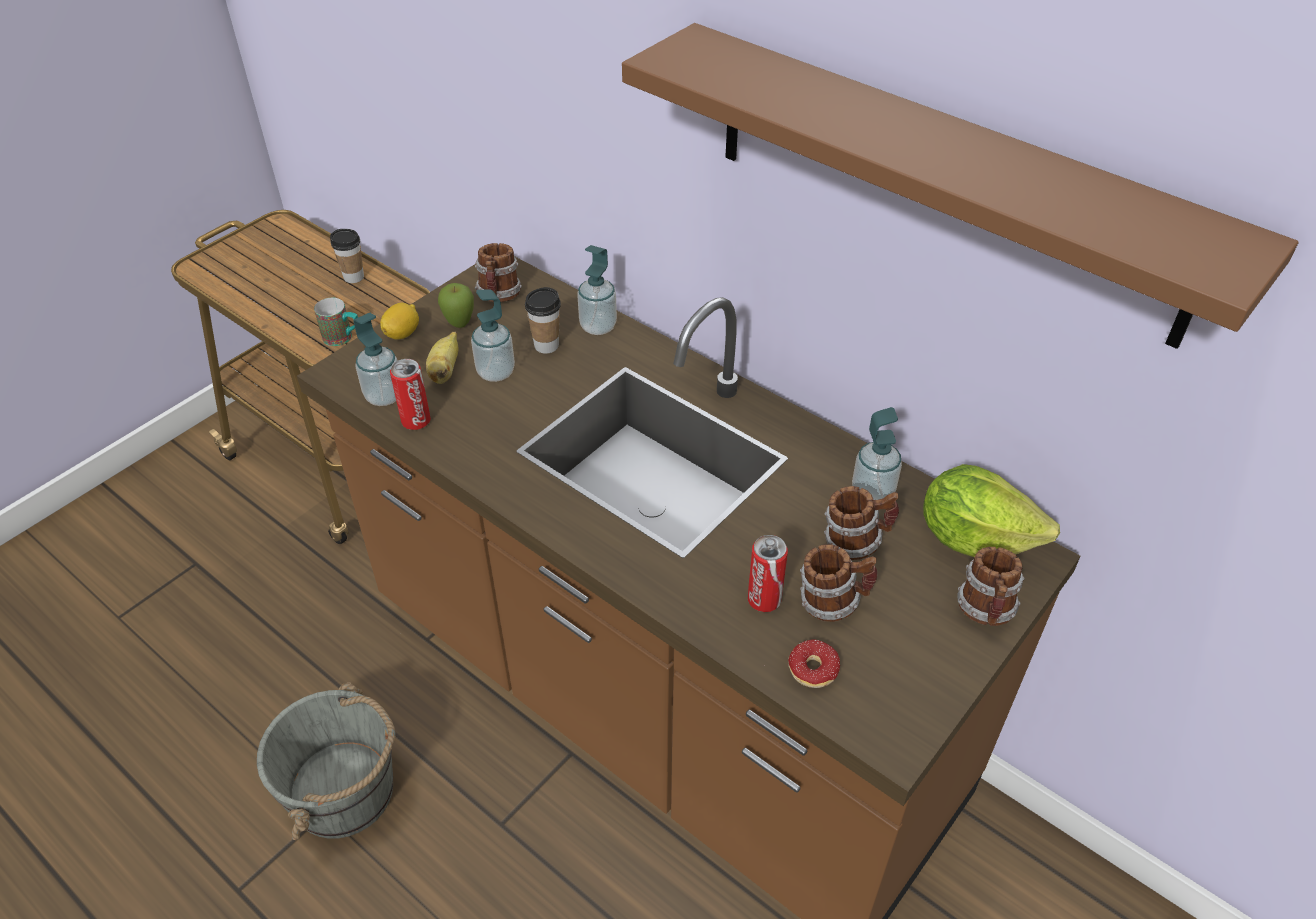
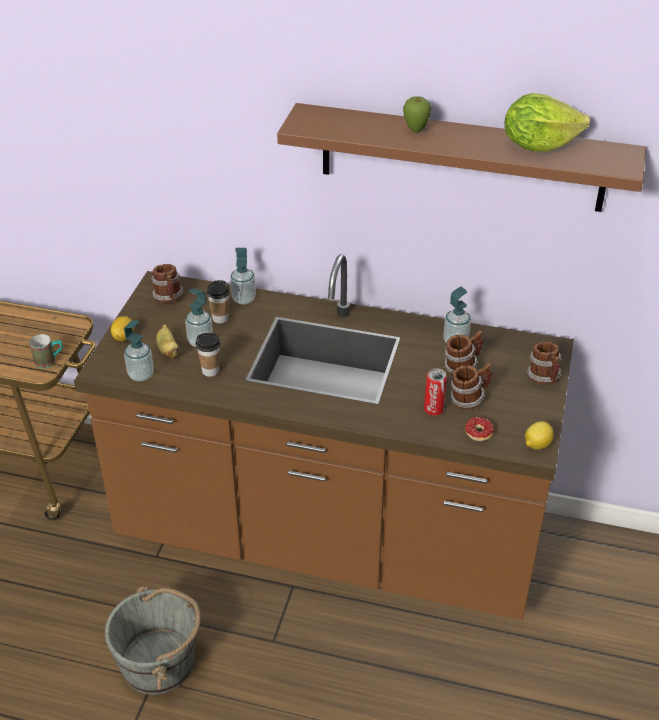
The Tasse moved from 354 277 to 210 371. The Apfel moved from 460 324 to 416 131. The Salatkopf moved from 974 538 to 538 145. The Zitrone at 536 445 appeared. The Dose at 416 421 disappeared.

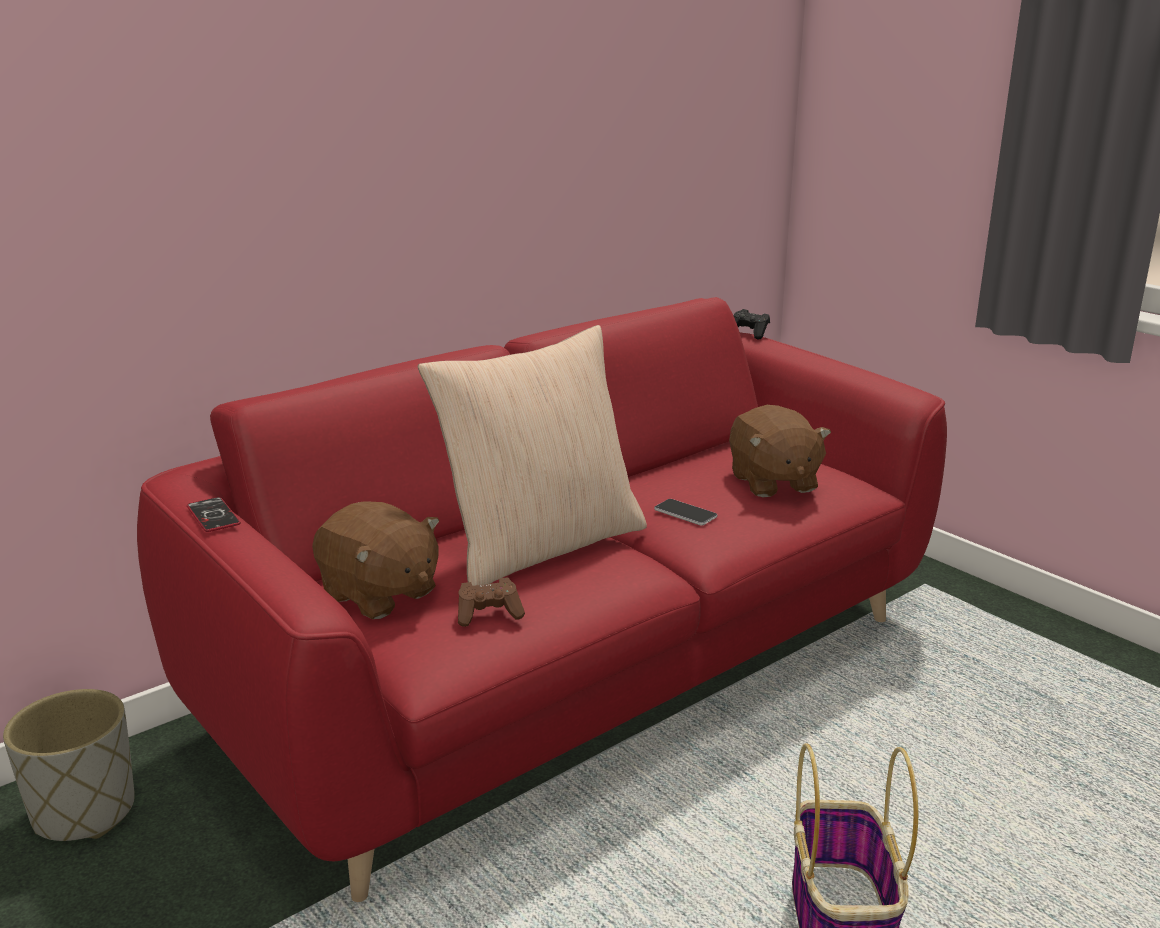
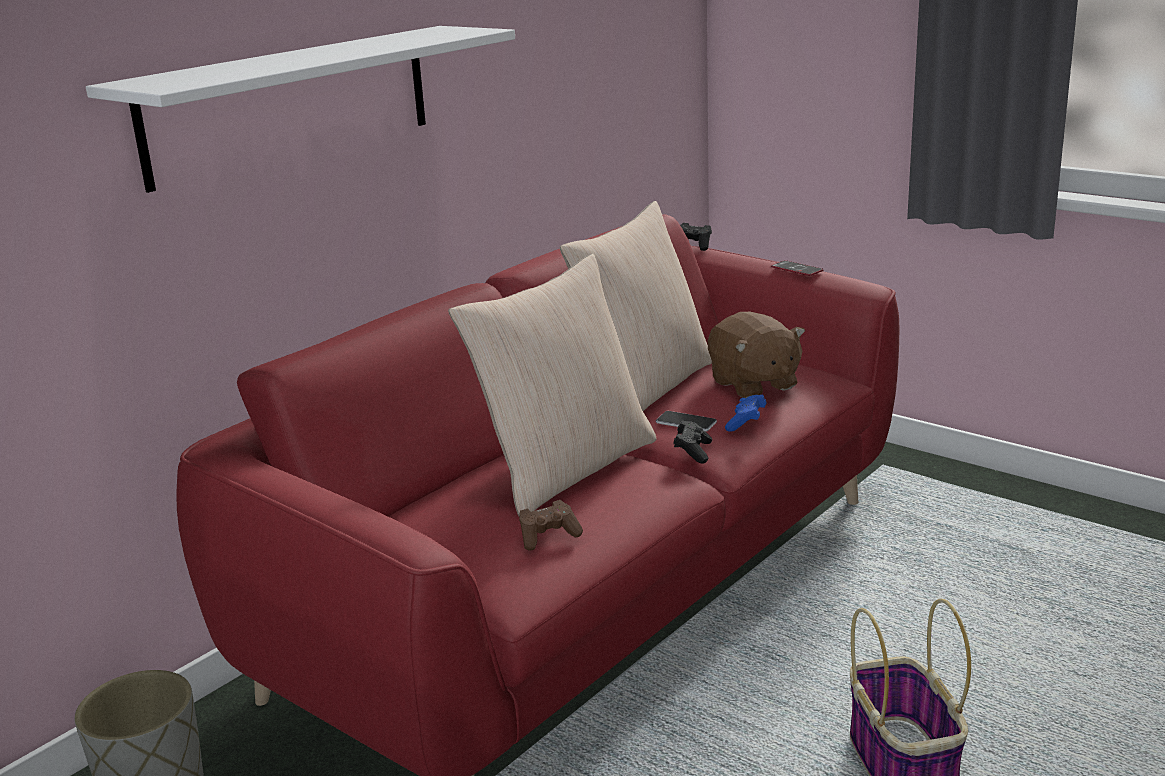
The Wandregal [weiß] at 291 104 appeared. The Kissen [beige] at 645 387 appeared. The Gamepad [schwarz] at 693 452 appeared. The Gamepad [blau] at 746 423 appeared. The Handy moved from 213 516 to 797 269. The Plüschtier [braun] at 379 594 disappeared.

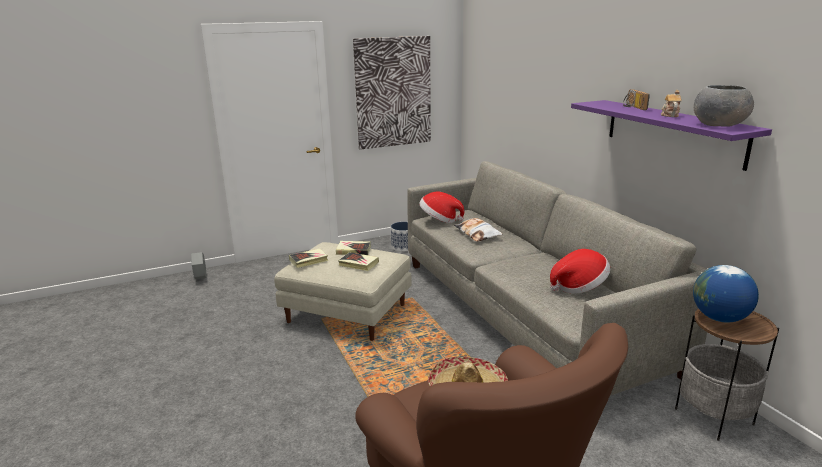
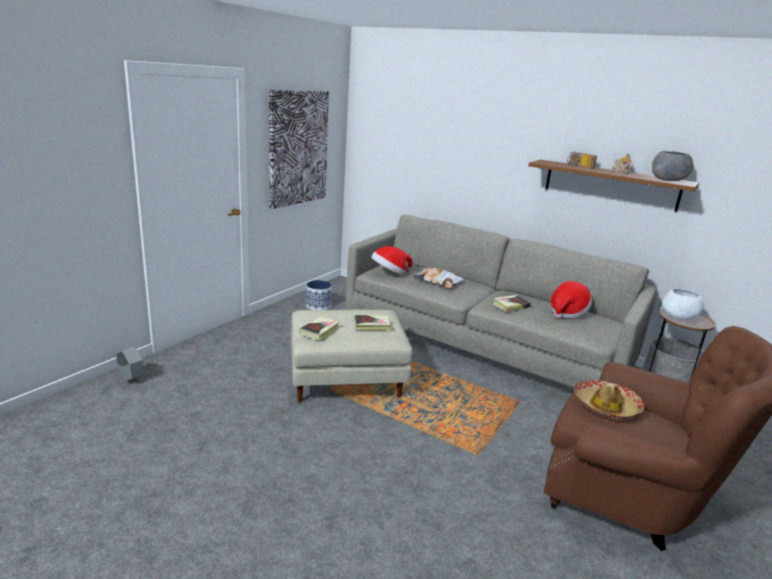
The Buch moved from 353 250 to 511 305. The Wandregal [lila] at 672 132 became the Wandregal [braun] at 610 185. The Globus at 719 318 was replaced by the Schüssel [weiß] at 678 317.

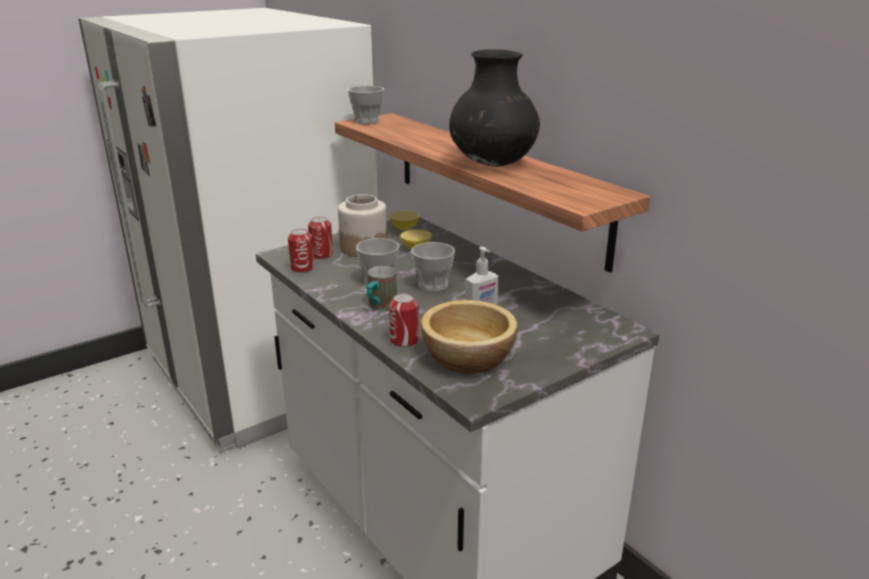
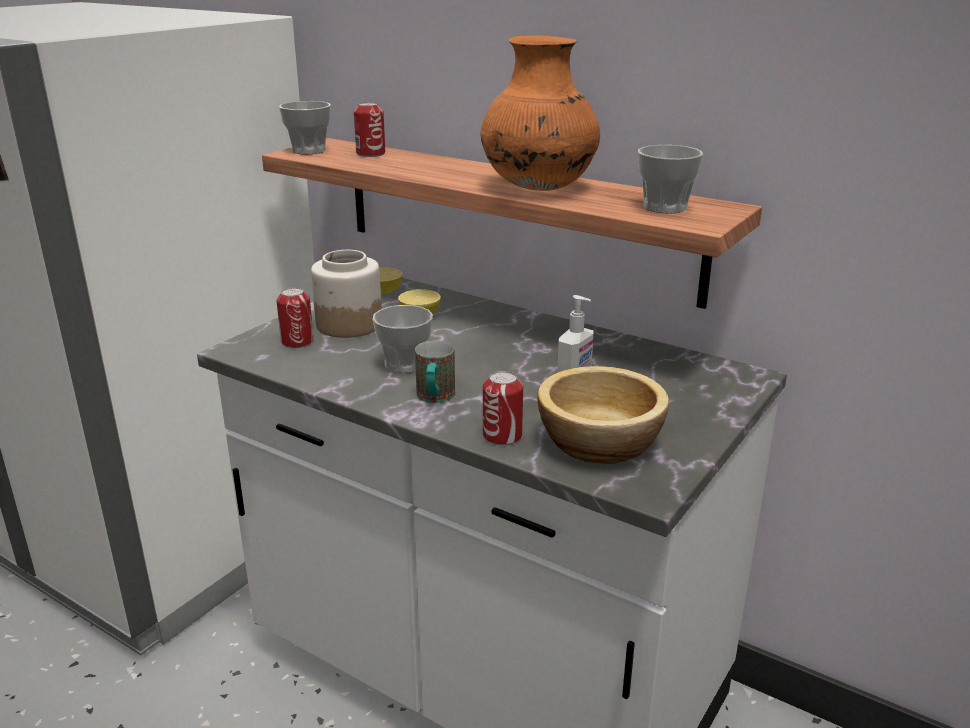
The Dose moved from 302 268 to 370 154. The Vase [schwarz] at 492 164 became the Vase [orange] at 538 188. The Tasse moved from 433 285 to 665 207.

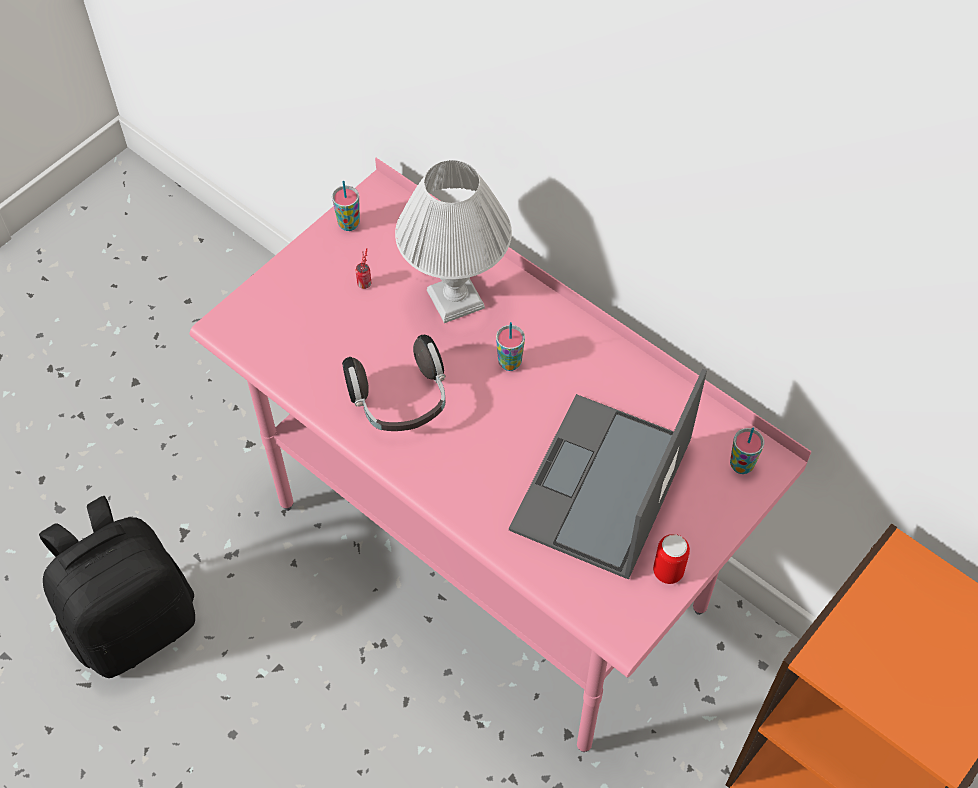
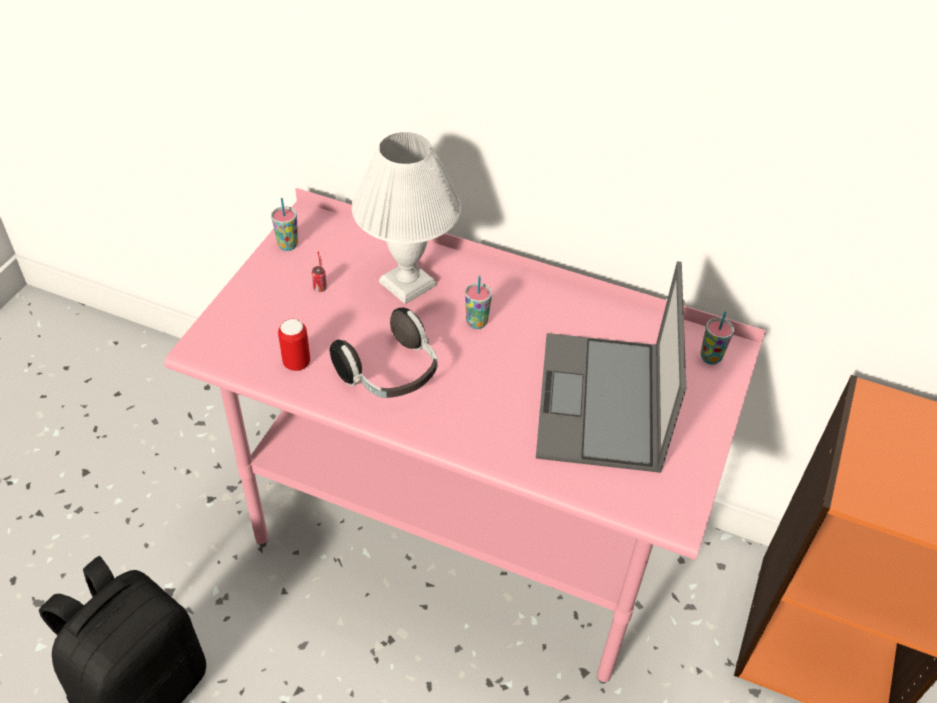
The Dose moved from 668 571 to 296 363.

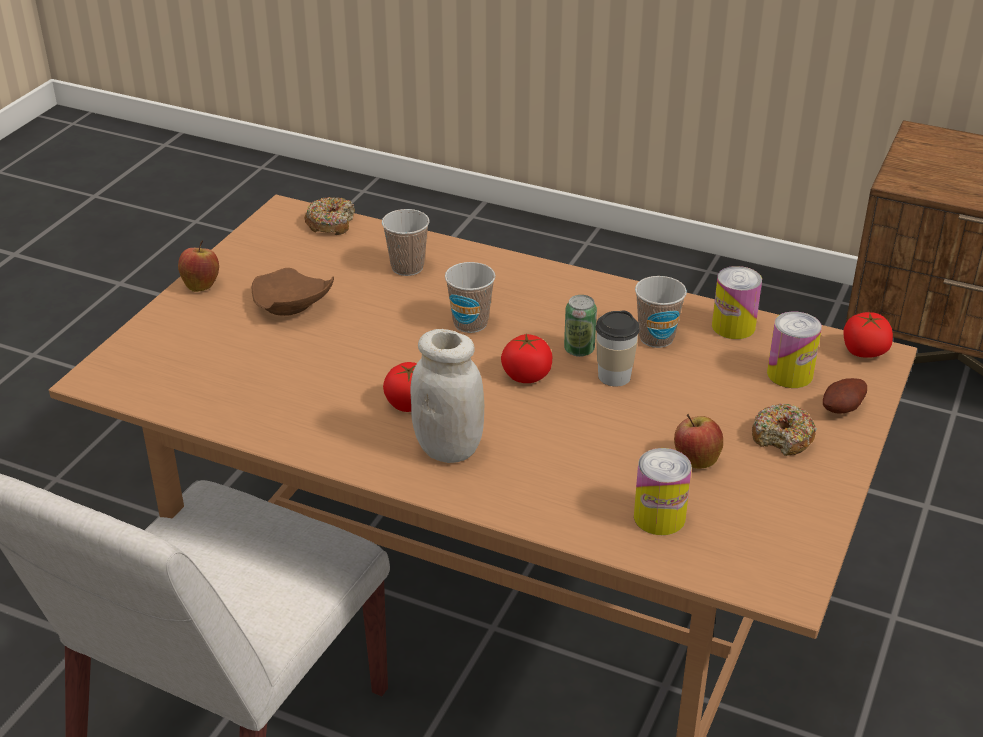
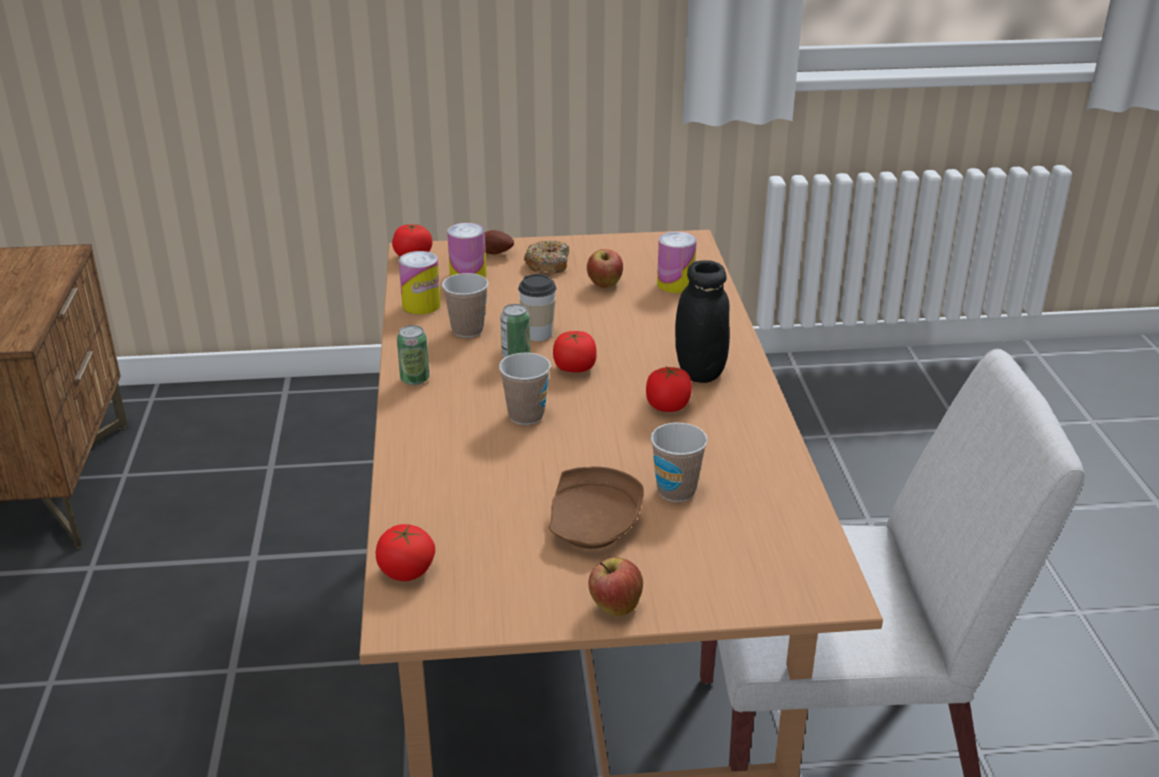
The Donut at 331 223 was replaced by the Tomate at 406 571. The Dose at 415 379 appeared. The Tasse moved from 407 267 to 676 491. The Vorratsglas [weiß] at 448 449 became the Vorratsglas [schwarz] at 700 372.

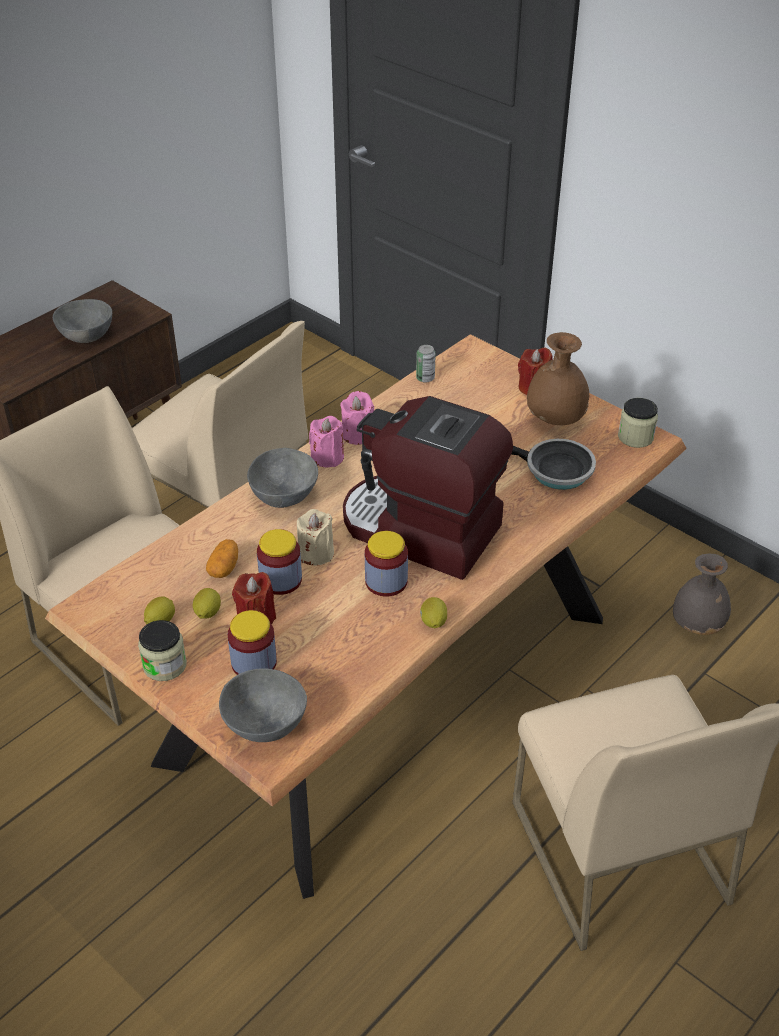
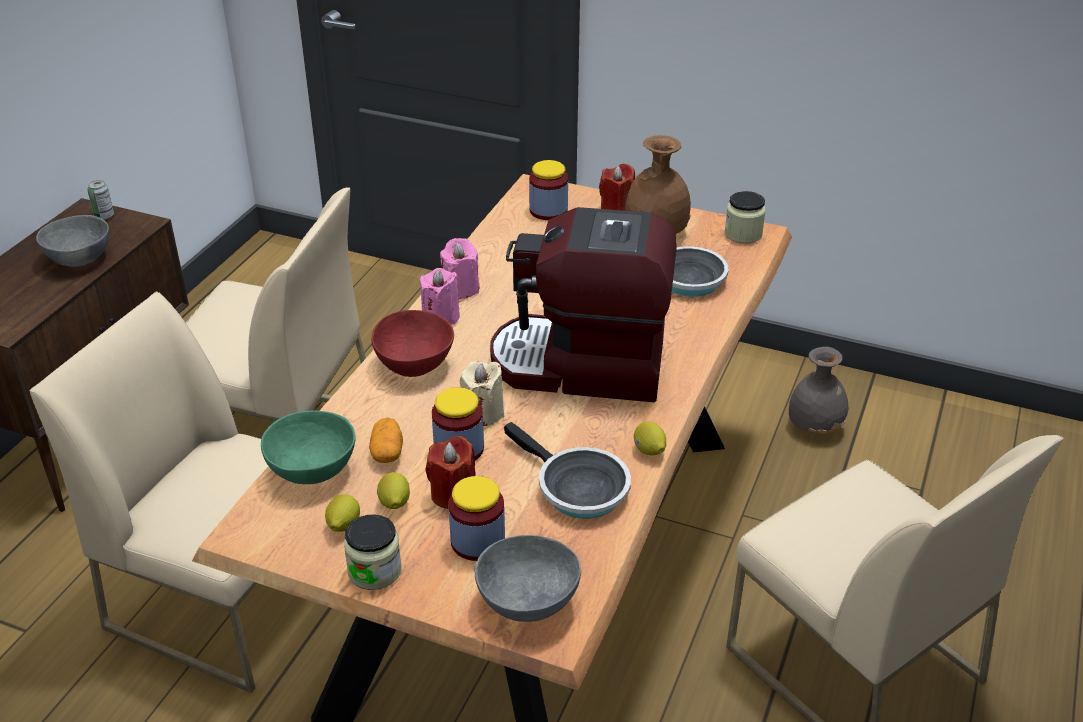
The Dose moved from 425 378 to 104 216. The Schüssel [grün] at 310 471 appeared. The Schüssel [grau] at 285 495 became the Schüssel [rot] at 415 363. The Pfanne at 576 488 appeared. The Vorratsglas moved from 386 581 to 548 210.

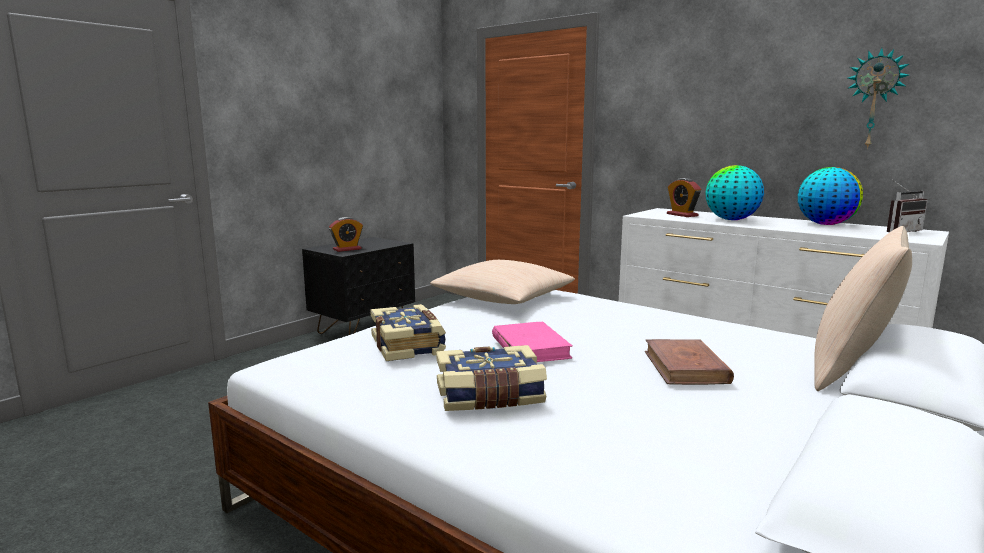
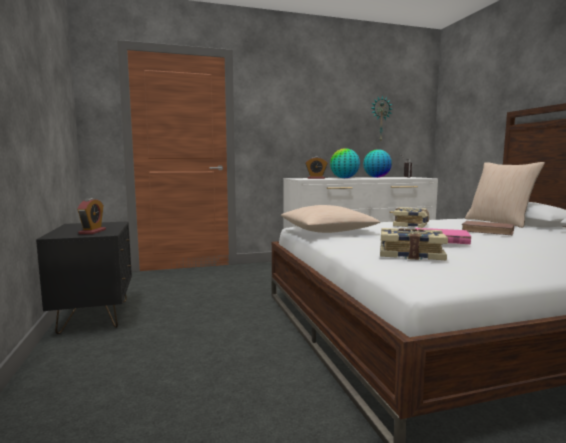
The Buch moved from 490 396 to 411 225.

